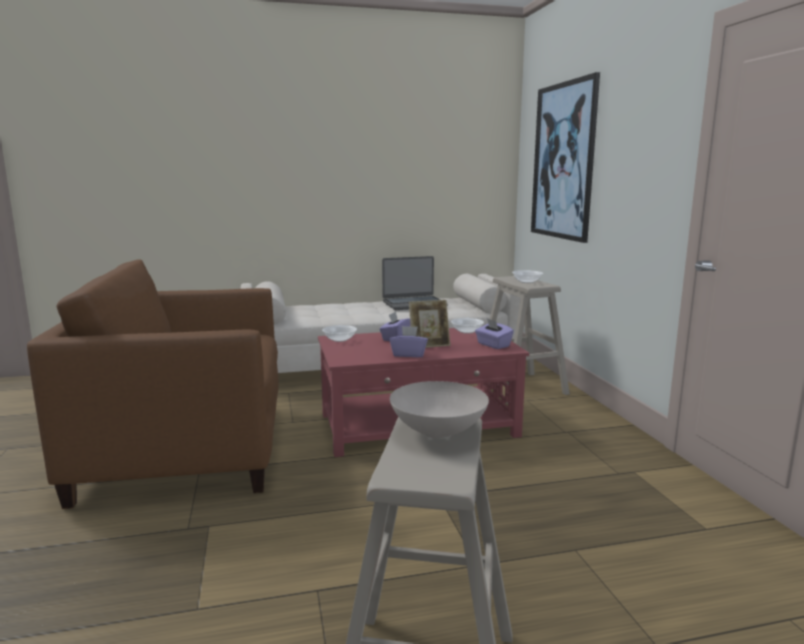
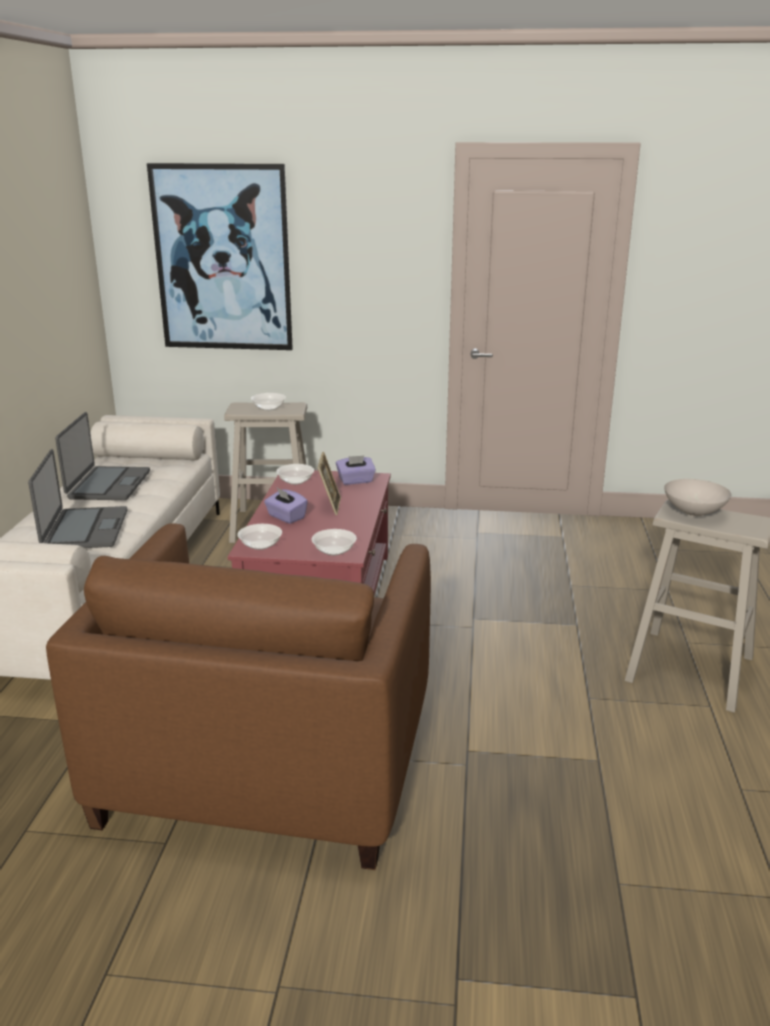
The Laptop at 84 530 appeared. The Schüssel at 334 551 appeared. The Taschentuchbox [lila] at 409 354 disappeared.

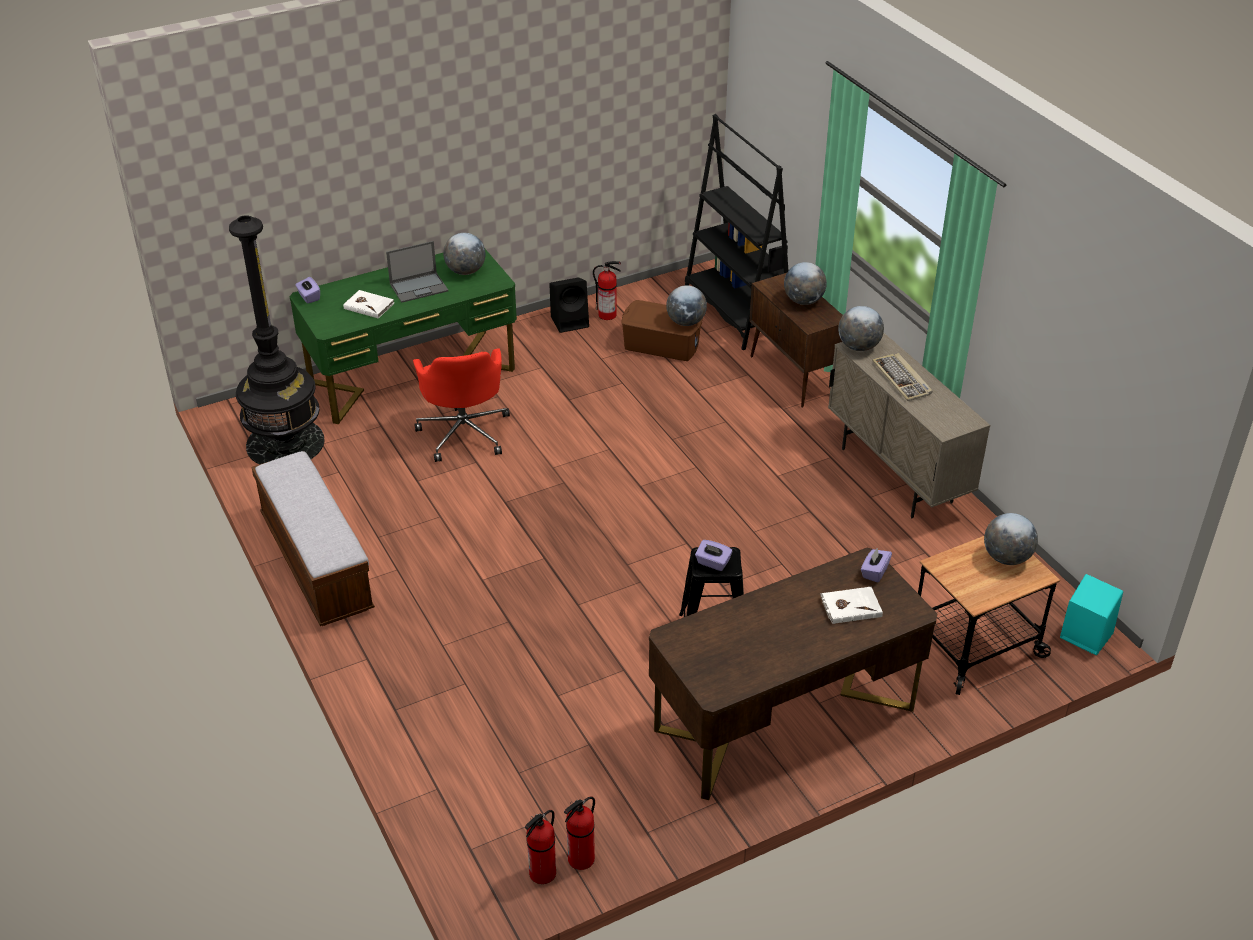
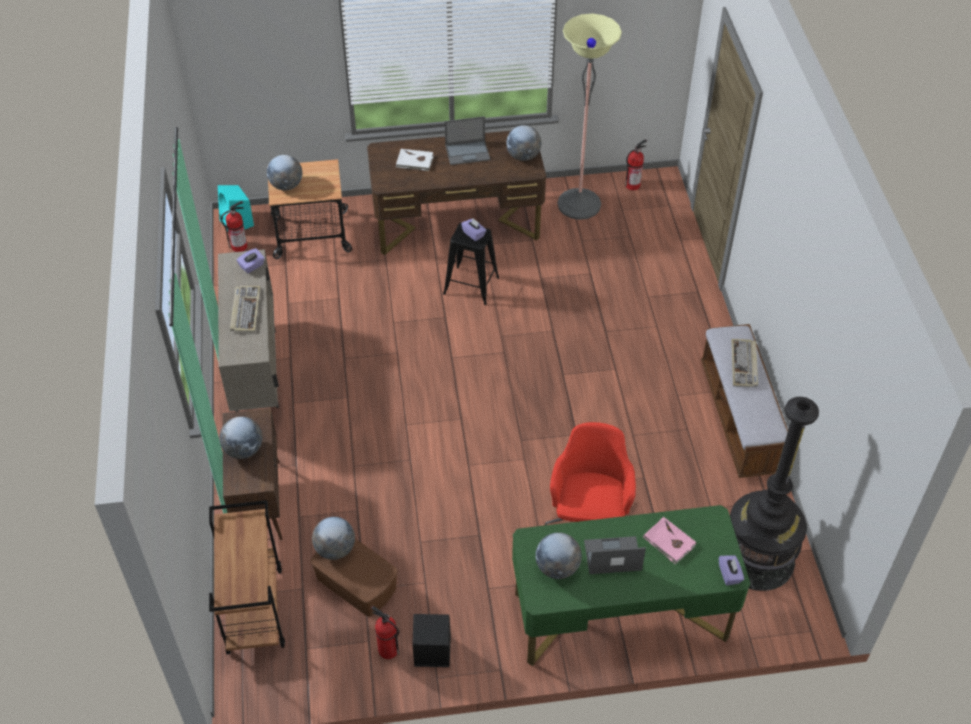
The Bücherregal [schwarz] at 737 312 was replaced by the Rollwagen [braun] at 254 610. The Feuerlöscher moved from 581 859 to 240 246. The Taschentuchbox [lila] moved from 874 572 to 252 266. The Laptop at 468 152 appeared. The Globus moved from 858 347 to 523 156. The Stehlampe at 579 204 appeared. The Buch [weiß] at 369 305 became the Buch [rosa] at 669 542. The Tastatur at 744 365 appeared.

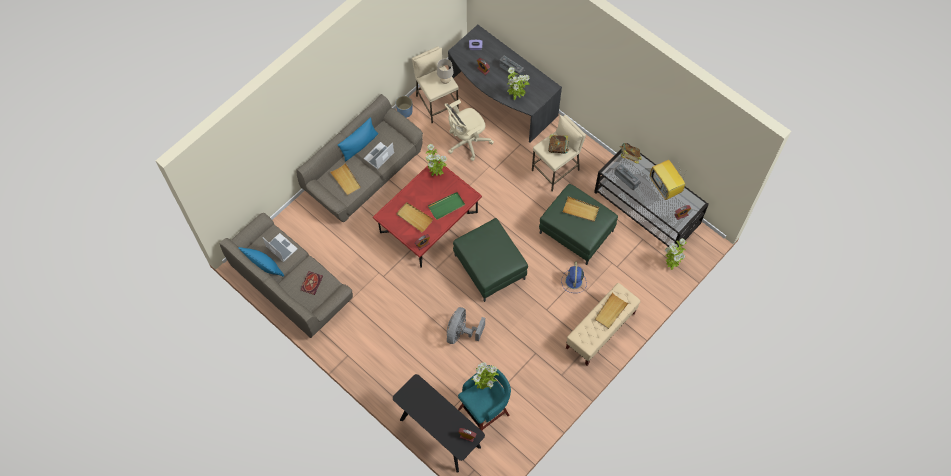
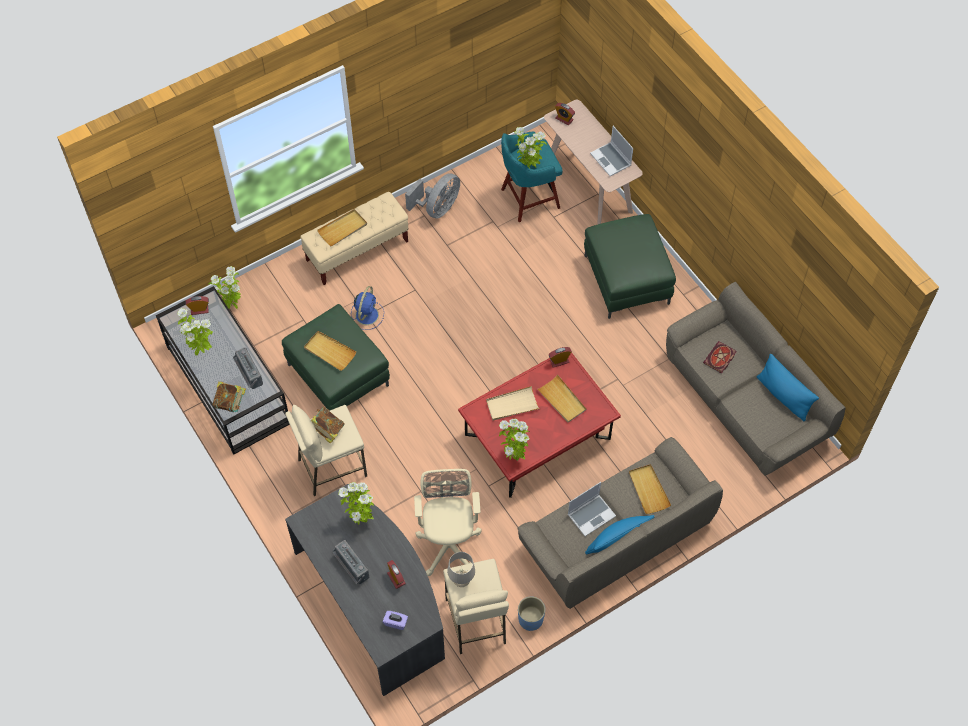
The Fernseher at 665 187 was replaced by the Topfpflanze at 201 350. The Ventilator [grau] moved from 461 332 to 437 208. The Bürostuhl [beige] at 466 143 turned 75 degrees counterclockwise. The Tablett [grün] at 446 206 became the Tablett [beige] at 512 405. The Konsolentisch [schwarz] at 439 433 became the Konsolentisch [beige] at 588 189. The Polsterhocker [grün] moved from 489 267 to 626 279. The Laptop moved from 281 248 to 611 160.

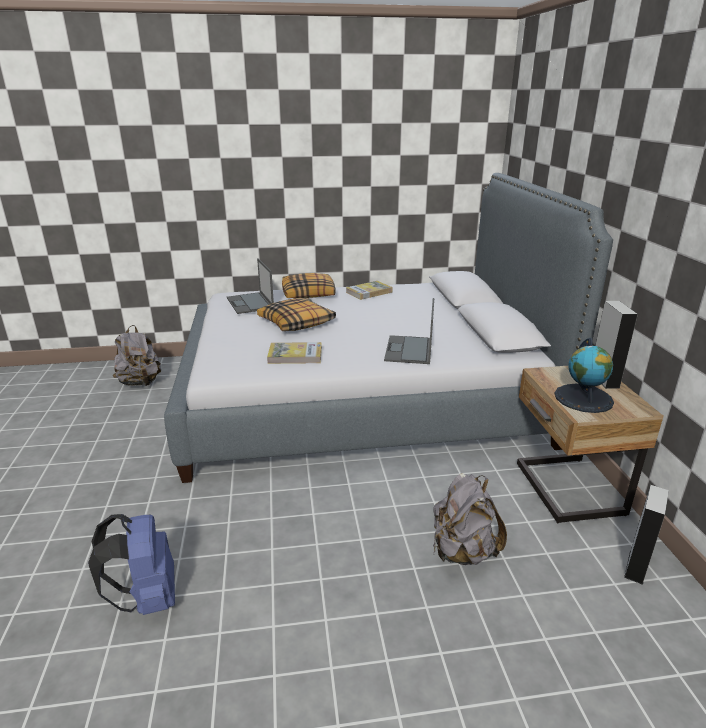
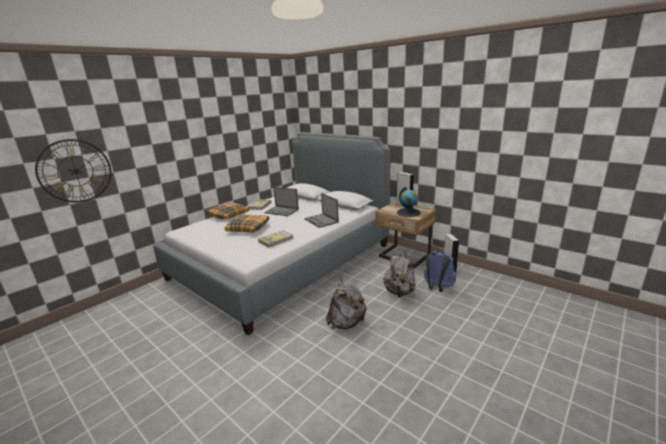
The Wanduhr at 75 171 appeared. The Laptop moved from 250 303 to 282 211. The Rucksack [grau] moved from 140 382 to 346 323. The Rucksack [blau] moved from 147 598 to 437 287.

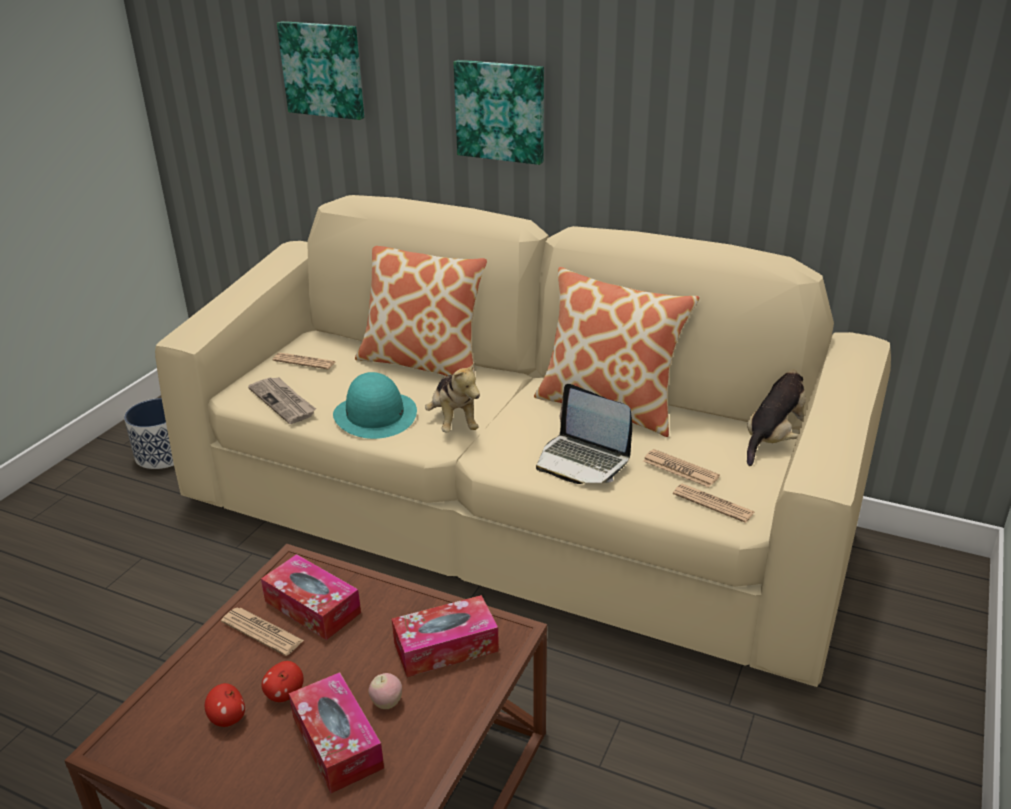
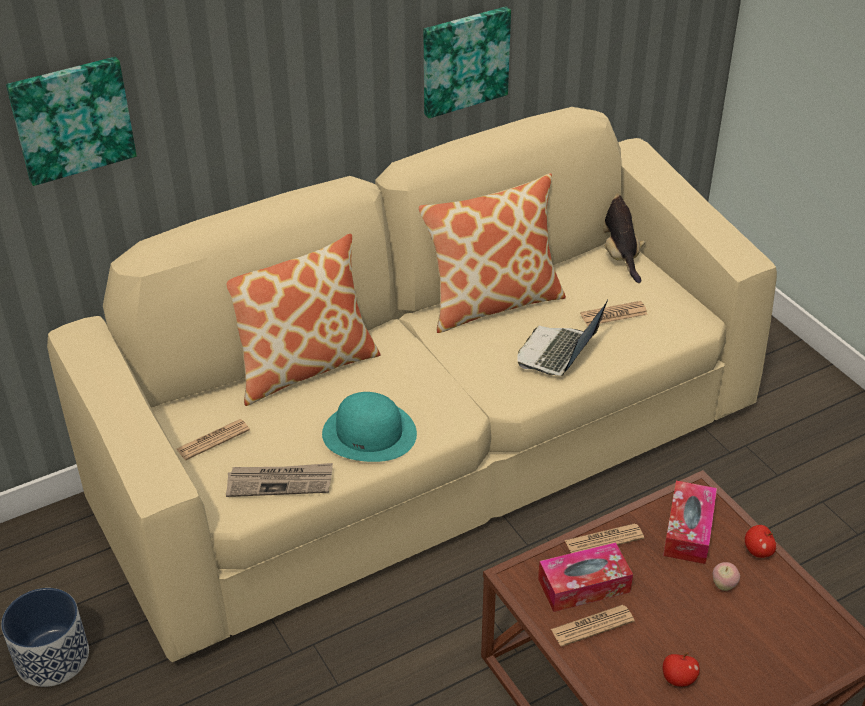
The Bild moved from 501 111 to 464 60. The Laptop at 582 461 turned 135 degrees clockwise. The Zeitung moved from 713 503 to 604 540. The Apfel moved from 285 694 to 758 551. The Taschentuchbox at 337 742 disappeared. The Plüschtier at 454 422 disappeared.

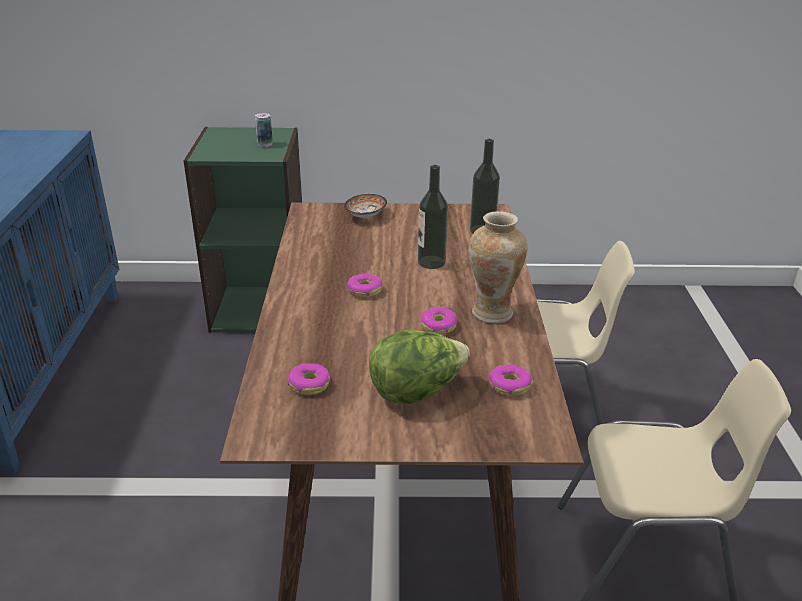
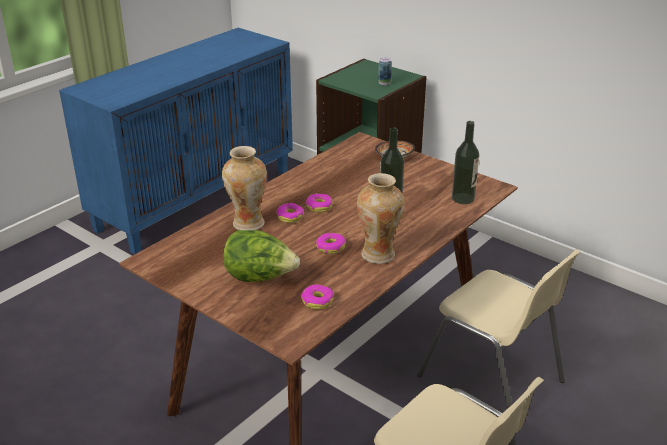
The Vase at 247 224 appeared. The Donut moved from 309 384 to 290 217.

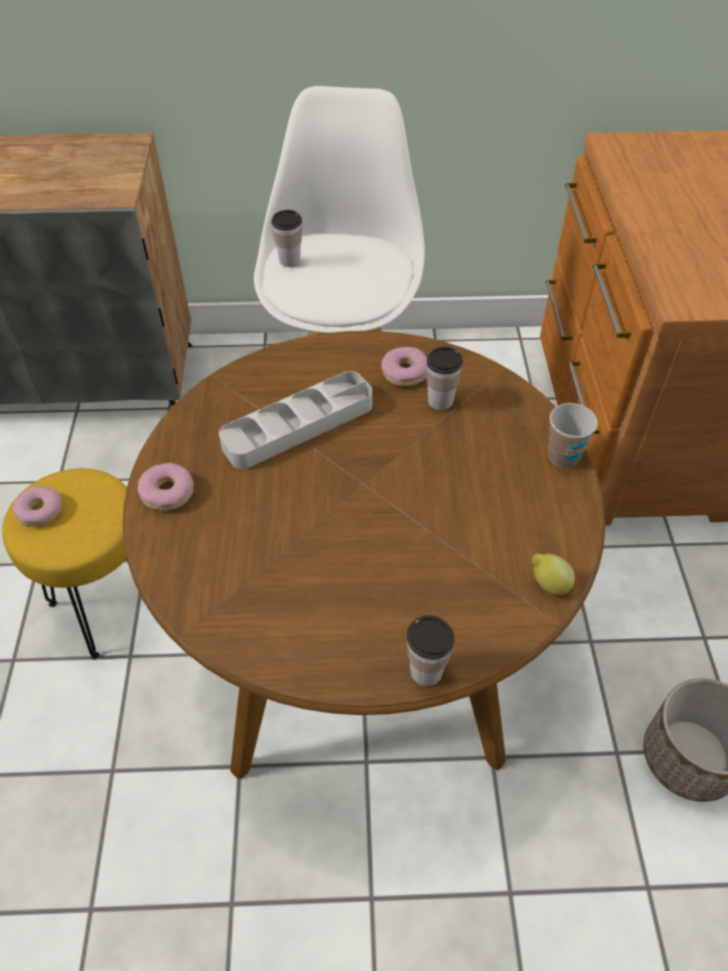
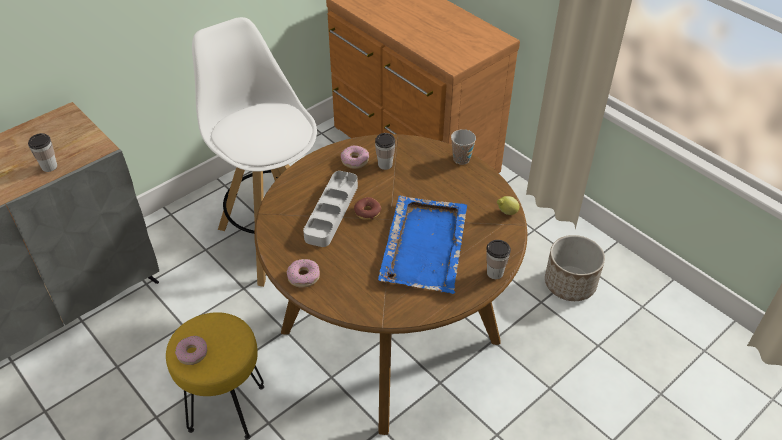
The Tasse moved from 289 260 to 49 166. The Donut at 367 212 appeared. The Tablett [blau] at 425 245 appeared.

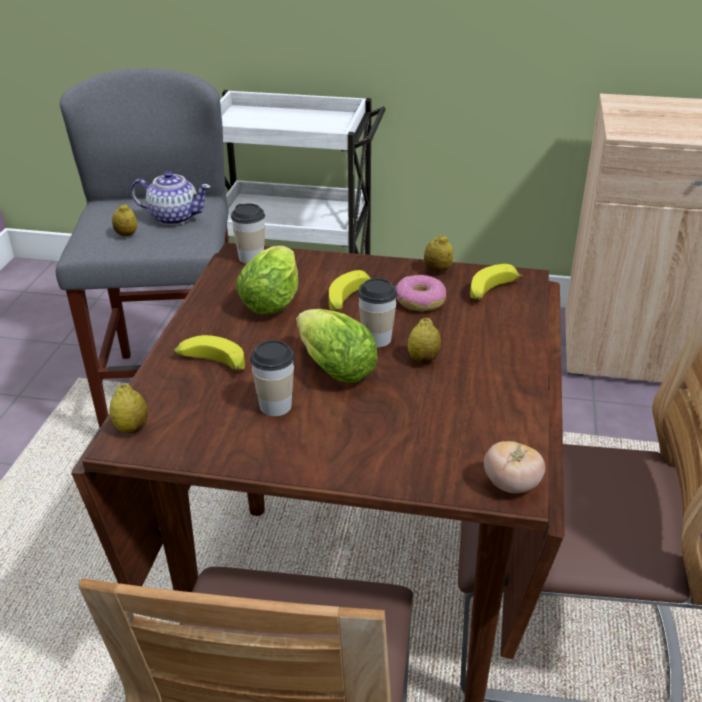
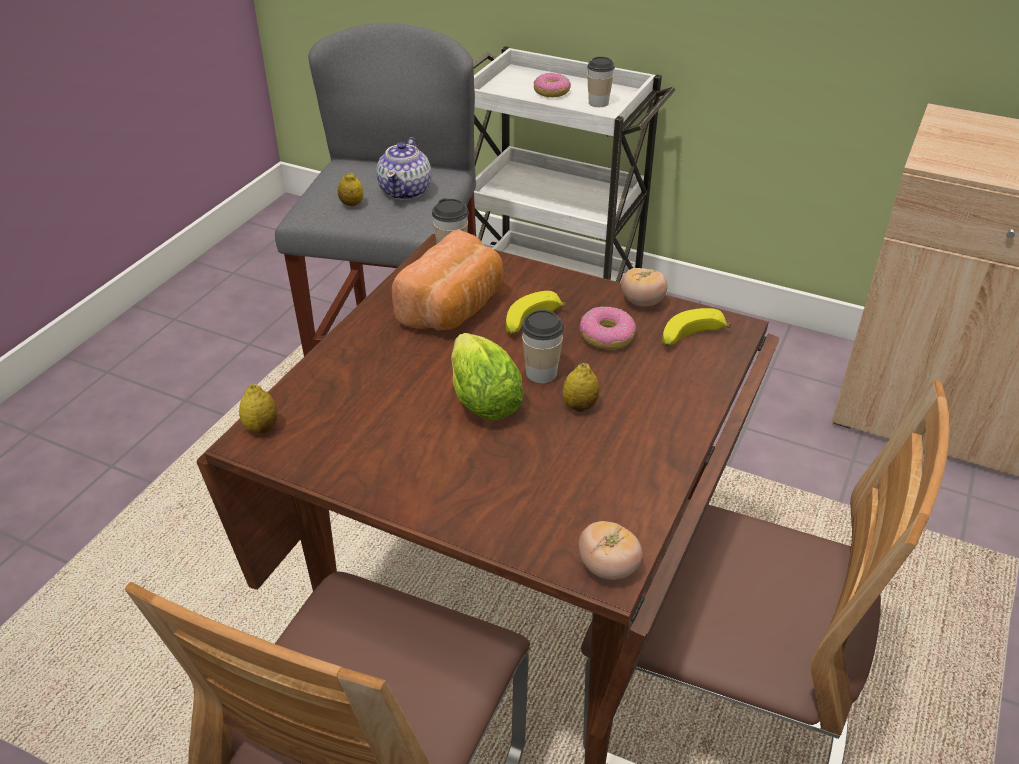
The Teekanne at 174 217 turned 75 degrees clockwise. The Salatkopf at 274 299 was replaced by the Brot at 455 308. The Donut at 552 92 appeared. The Tasse moved from 275 405 to 598 103. The Zitrone at 437 270 was replaced by the Tomate at 642 302. The Banane at 210 363 disappeared.

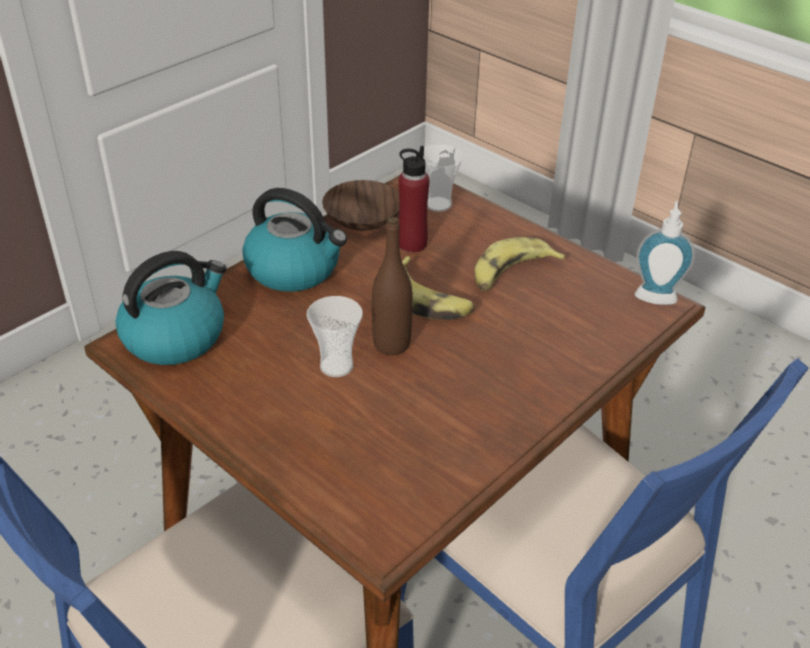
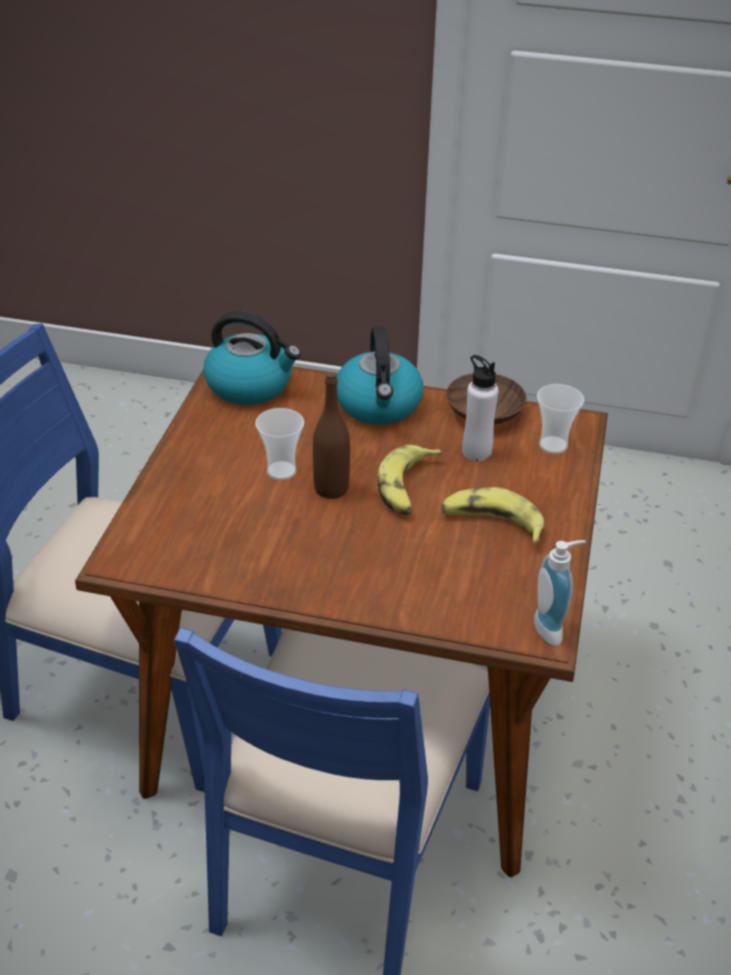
The Flasche [rot] at 412 244 became the Flasche [weiß] at 476 451.

